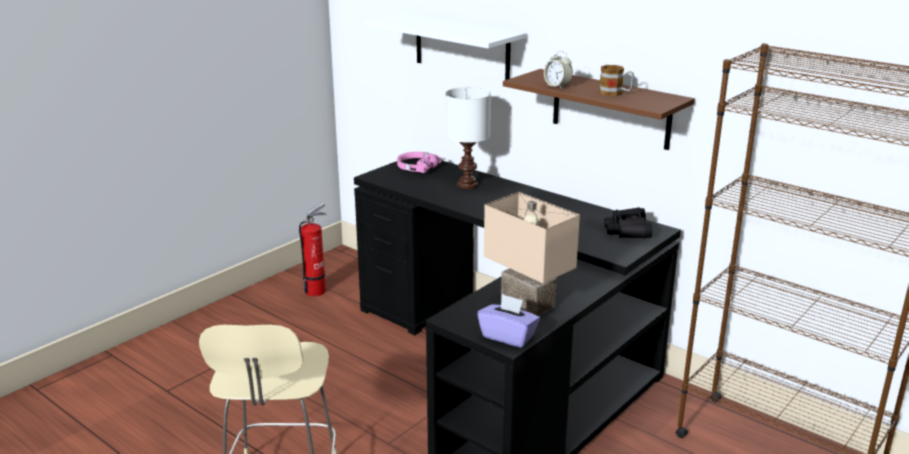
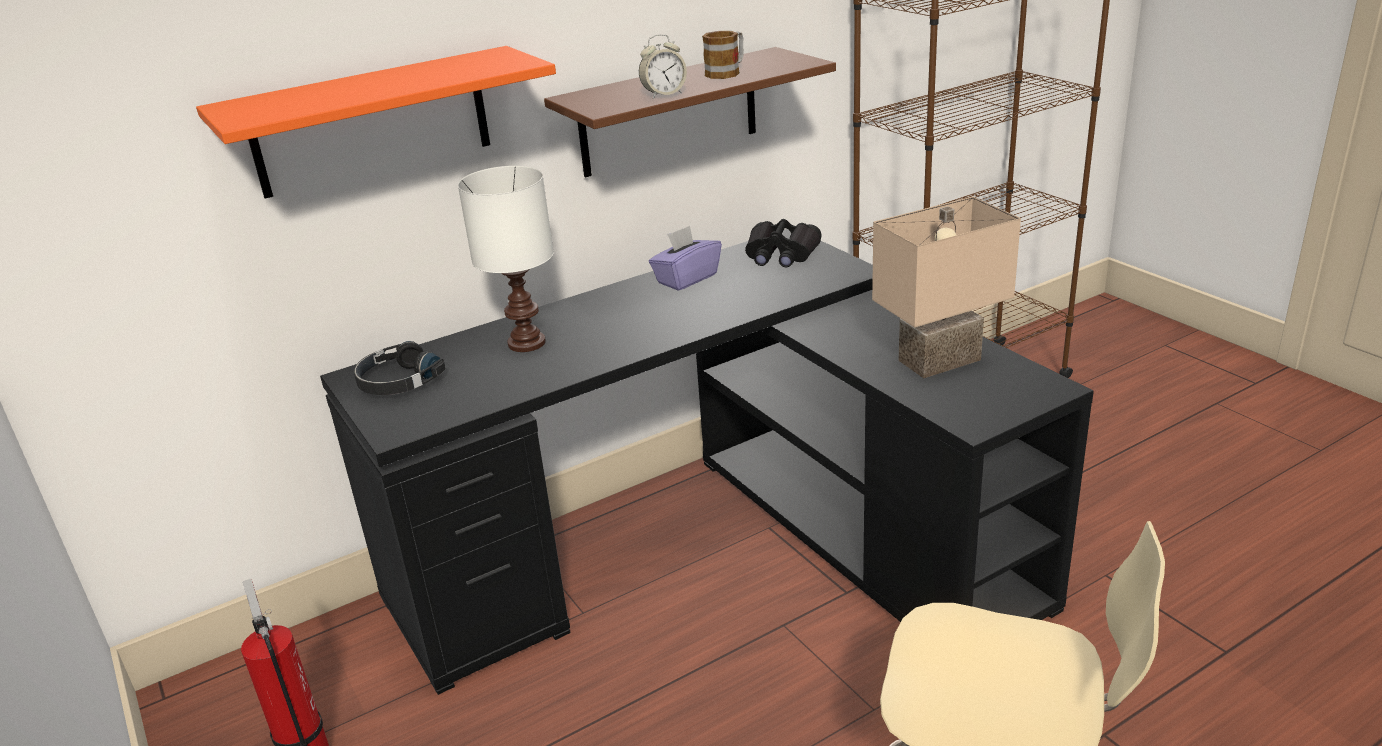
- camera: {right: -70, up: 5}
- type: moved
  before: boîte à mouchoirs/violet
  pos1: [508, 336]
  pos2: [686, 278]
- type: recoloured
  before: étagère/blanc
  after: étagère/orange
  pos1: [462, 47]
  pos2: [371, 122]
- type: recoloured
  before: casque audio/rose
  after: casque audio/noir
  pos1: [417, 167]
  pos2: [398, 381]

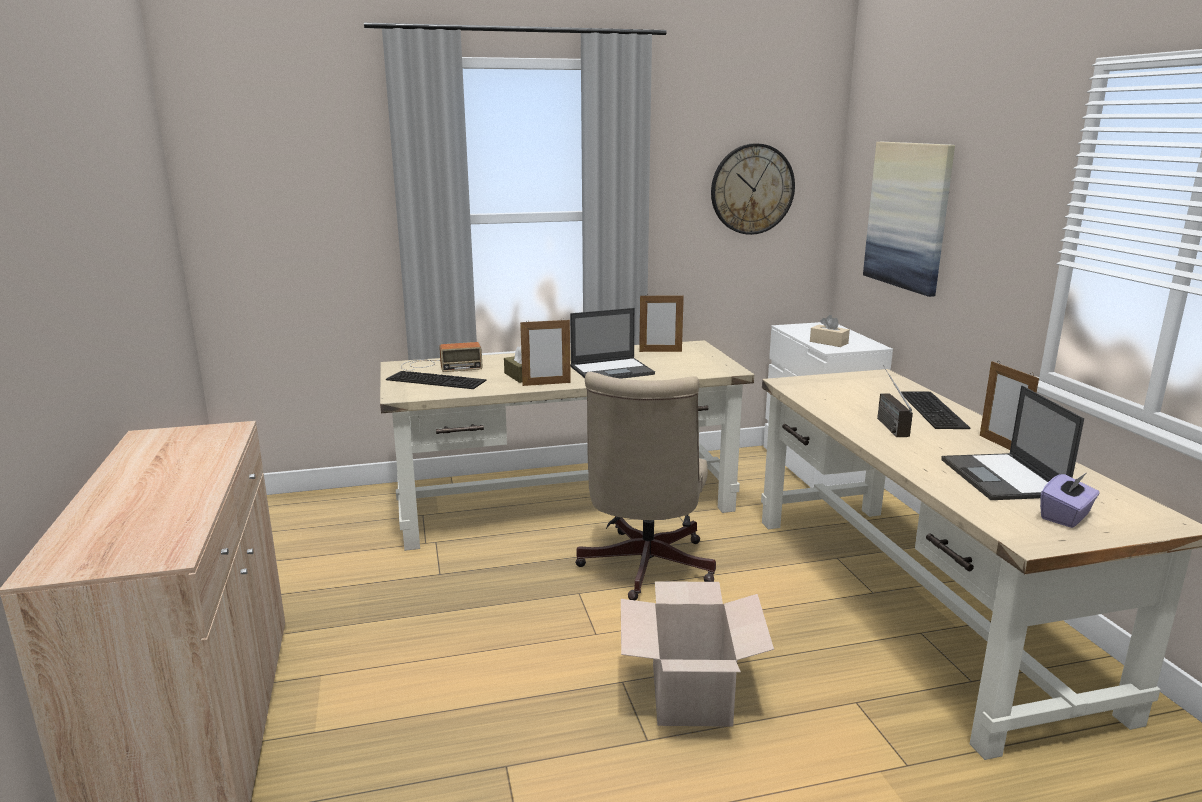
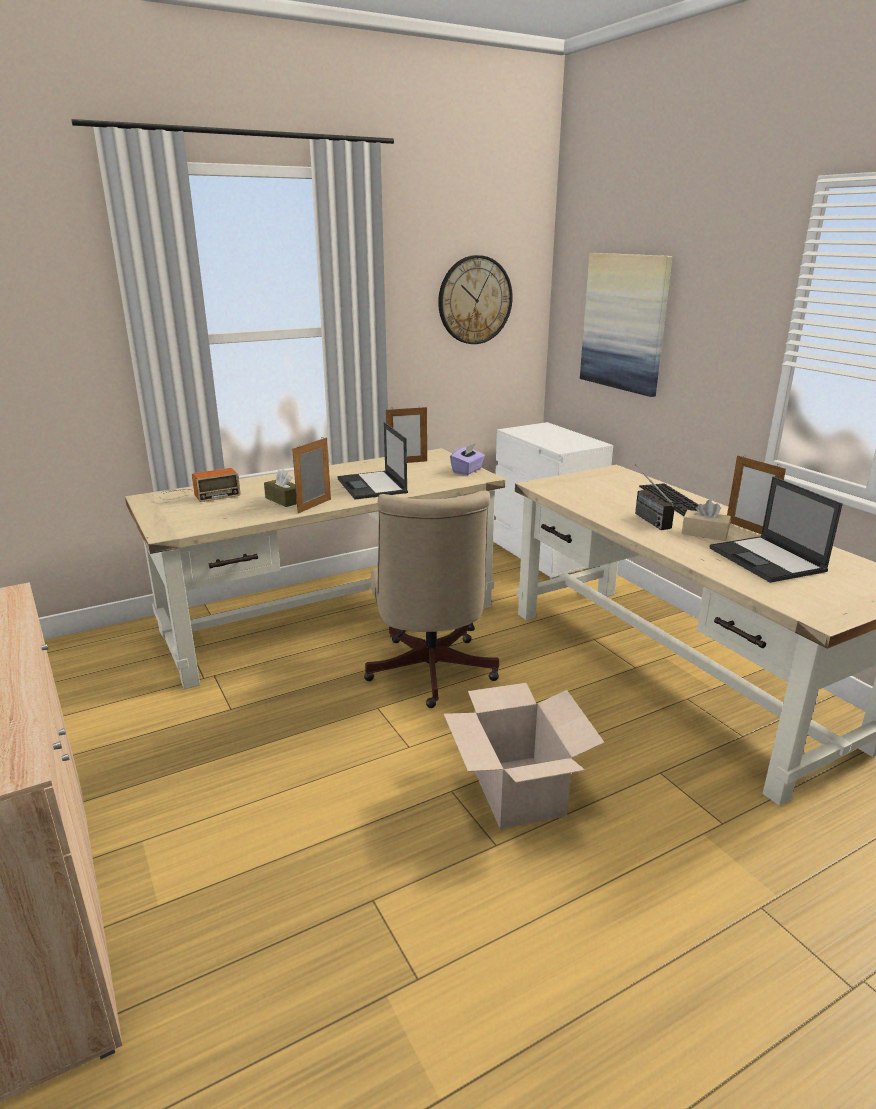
- camera: {right: -15, up: 5}
- type: removed
  before: clavier
  pos1: [437, 380]
- type: moved
  before: boîte à mouchoirs/beige
  pos1: [828, 342]
  pos2: [704, 533]
- type: moved
  before: boîte à mouchoirs/violet
  pos1: [1066, 516]
  pos2: [467, 470]
- type: turned
  before: cadre photo
  pos1: [546, 384]
  pos2: [314, 506]
  turn: 150
- type: turned
  before: ordinateur portable
  pos1: [613, 370]
  pos2: [372, 486]
  turn: 105

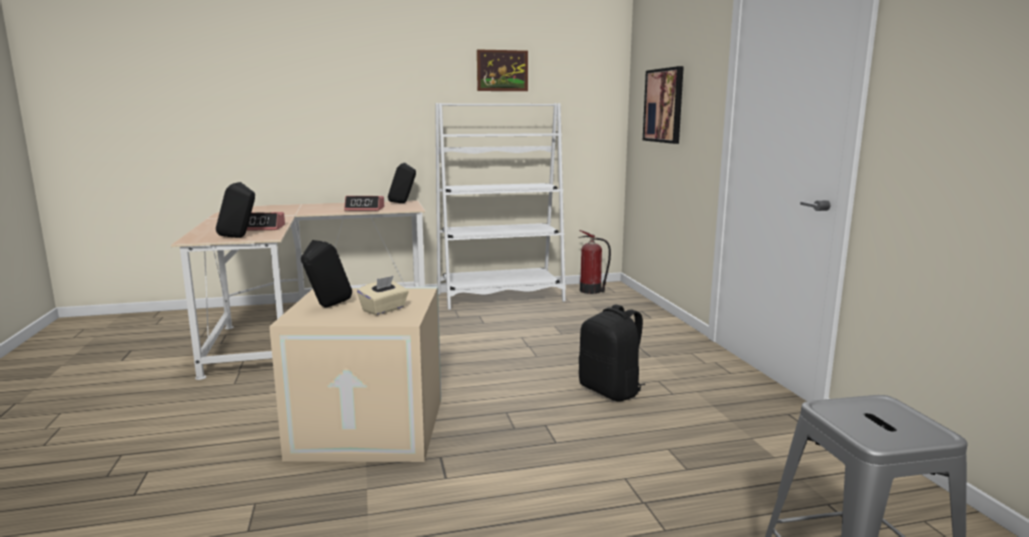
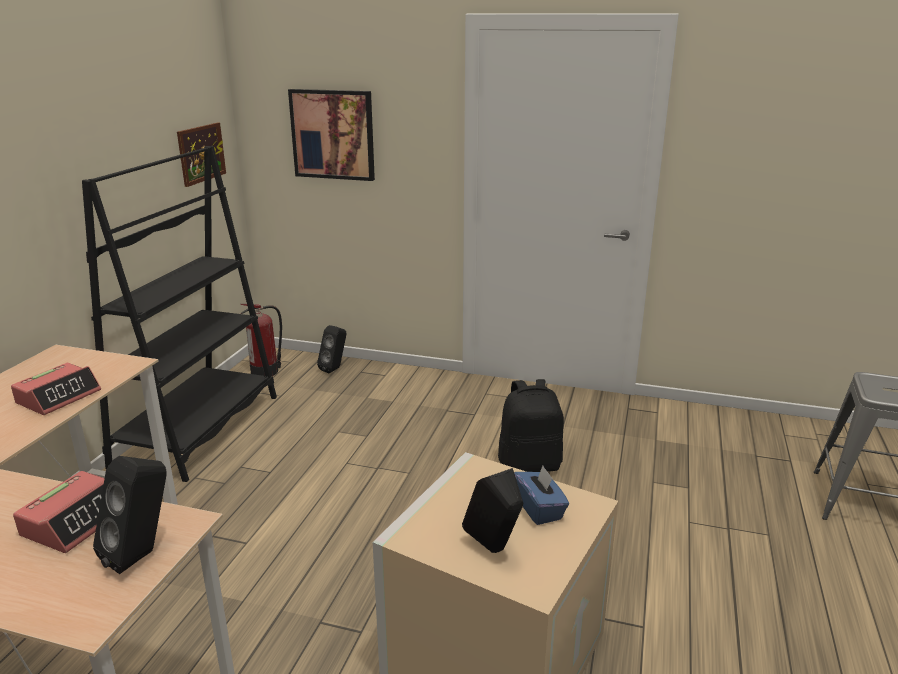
- camera: {right: -60, up: 10}
- type: moved
  before: enceinte/noir
  pos1: [403, 203]
  pos2: [335, 369]
- type: moved
  before: tableau
  pos1: [502, 70]
  pos2: [201, 153]
- type: recoloured
  before: boîte à mouchoirs/beige
  after: boîte à mouchoirs/bleu
  pos1: [384, 309]
  pos2: [539, 509]
- type: recoloured
  before: bibliothèque/blanc
  after: bibliothèque/noir
  pos1: [500, 297]
  pos2: [199, 430]

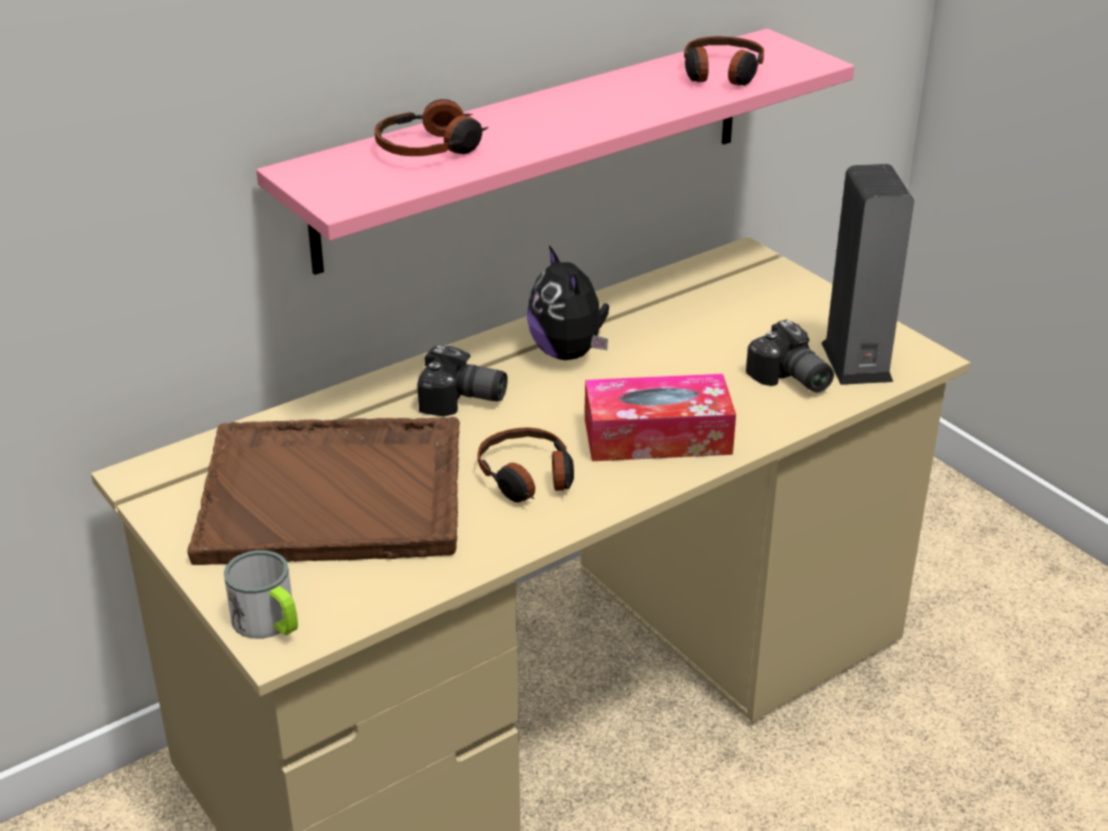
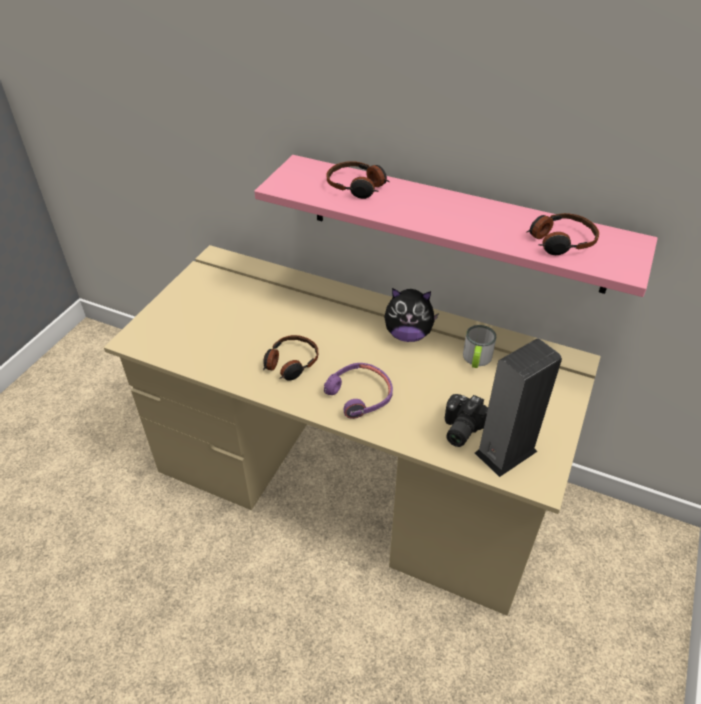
- camera: {right: 60, up: 10}
- type: removed
  before: plateau/marron
  pos1: [335, 495]
- type: removed
  before: appareil photo
  pos1: [462, 401]
- type: moved
  before: mug
  pos1: [270, 623]
  pos2: [476, 359]
- type: replaced
  before: boîte à mouchoirs
  after: casque audio/violet
  pos1: [657, 436]
  pos2: [359, 395]
- type: turned
  before: peluche
  pos1: [569, 353]
  pos2: [408, 335]
  turn: -120

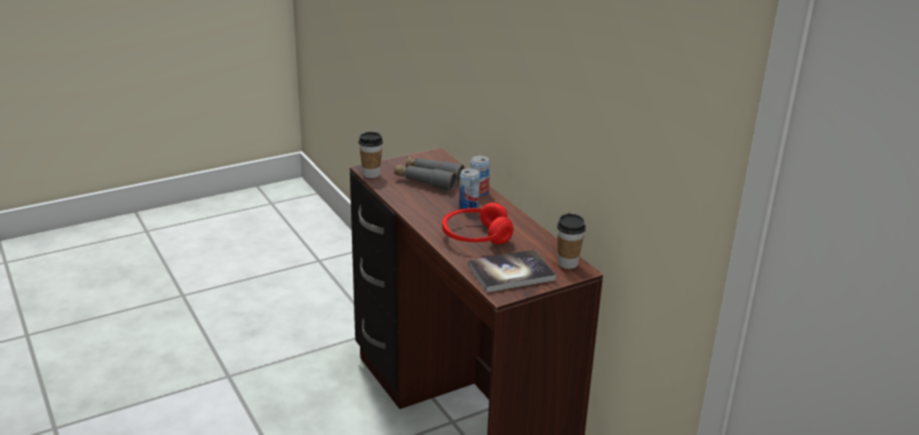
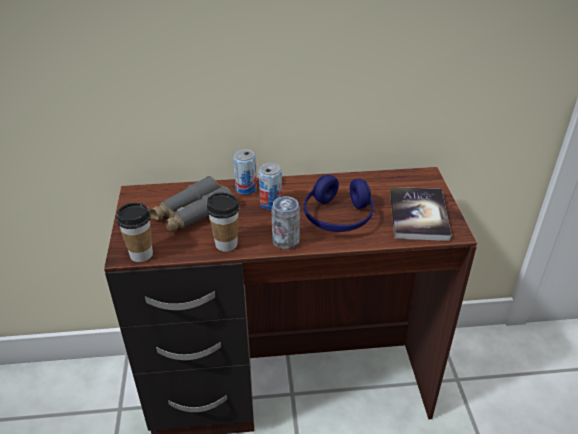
- camera: {right: -65, up: 10}
- type: added
  after: boîte métallique
  pos2: [286, 241]
- type: moved
  before: tasse
  pos1: [567, 263]
  pos2: [226, 244]
- type: recoloured
  before: casque audio/rouge
  after: casque audio/bleu
  pos1: [476, 236]
  pos2: [338, 217]

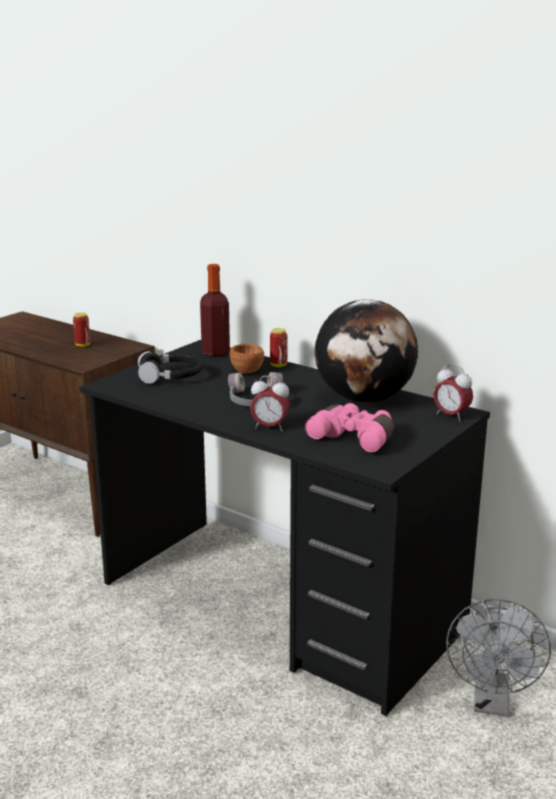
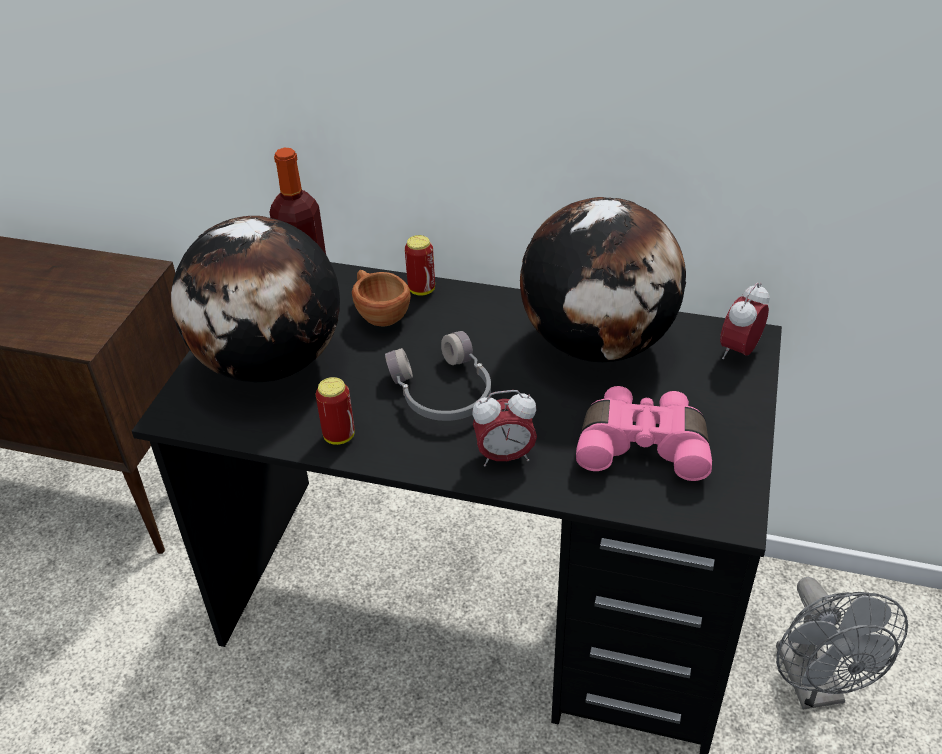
- camera: {right: -20, up: 20}
- type: moved
  before: boîte métallique
  pos1: [82, 345]
  pos2: [339, 436]
- type: replaced
  before: casque audio/noir
  after: globe
  pos1: [170, 376]
  pos2: [271, 363]
- type: turned
  before: réveil
  pos1: [451, 416]
  pos2: [739, 351]
  turn: 105

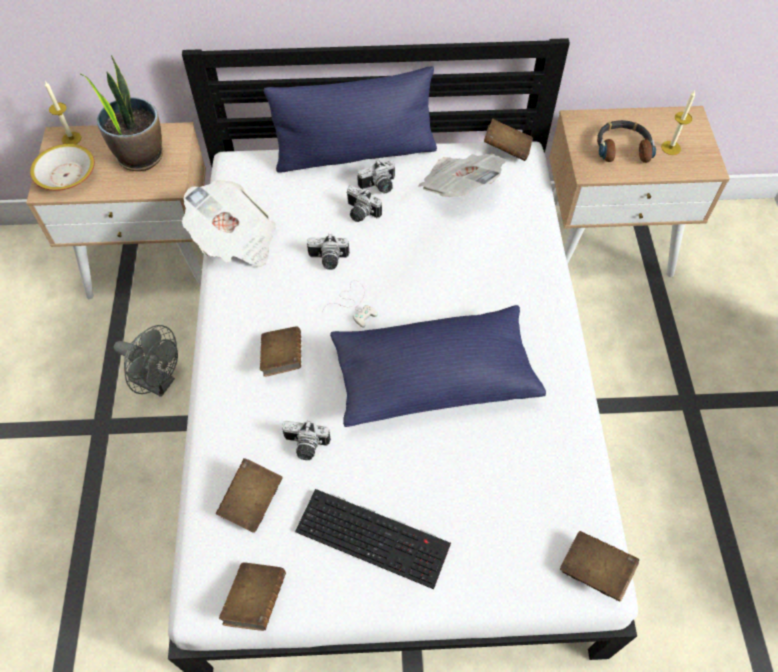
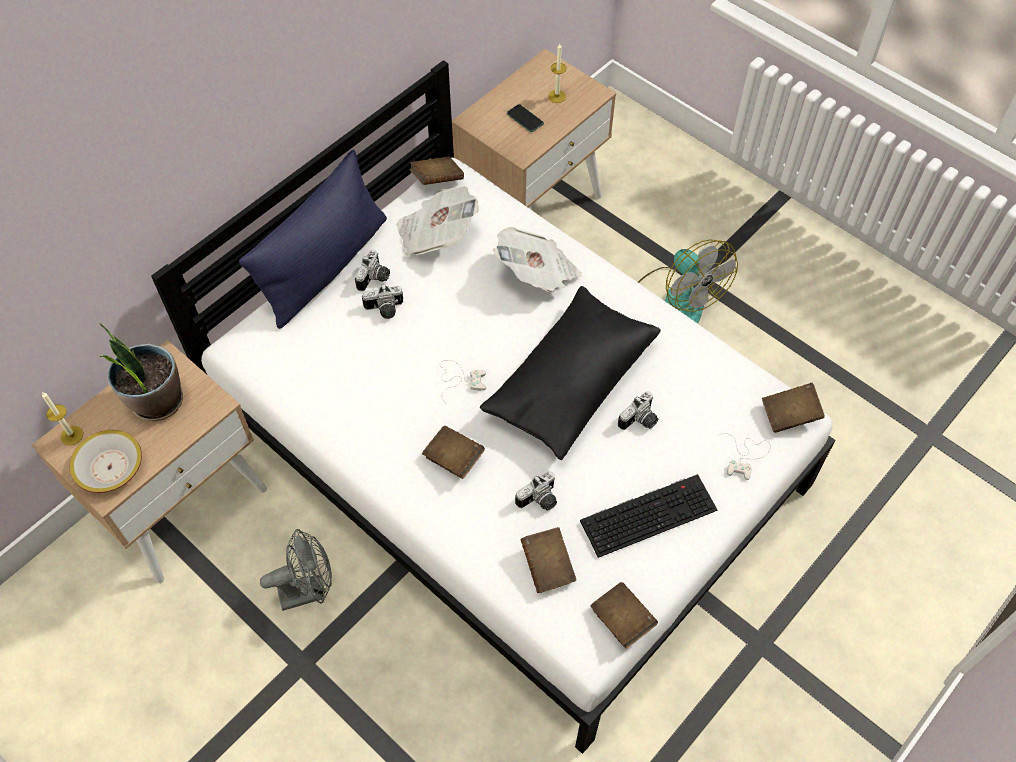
- camera: {right: -45, up: 0}
- type: added
  after: ventilateur
  pos2: [675, 299]
- type: added
  after: manette/blanc
  pos2: [745, 455]
- type: moved
  before: journal
  pos1: [235, 240]
  pos2: [537, 274]
- type: moved
  before: appareil photo
  pos1: [328, 260]
  pos2: [640, 421]
- type: replaced
  before: casque audio
  after: téléphone
  pos1: [622, 147]
  pos2: [525, 119]
- type: recoloured
  before: coussin/bleu
  after: coussin/noir
  pos1: [434, 378]
  pos2: [570, 383]

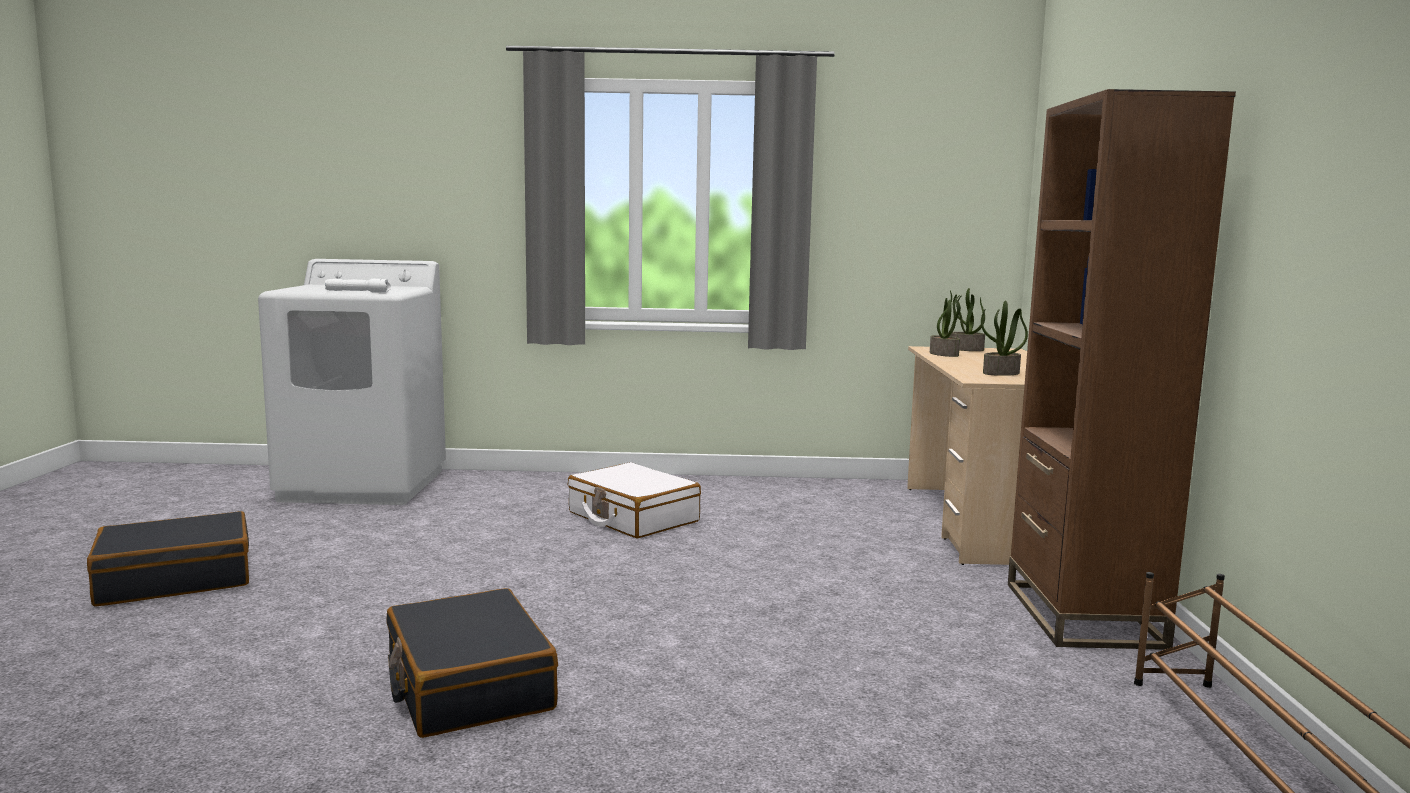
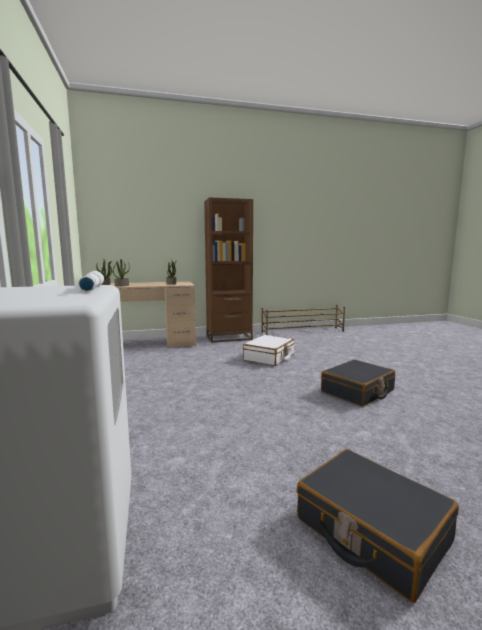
- camera: {right: -105, up: 0}
- type: moved
  before: valise/blanc
  pos1: [632, 517]
  pos2: [269, 357]

